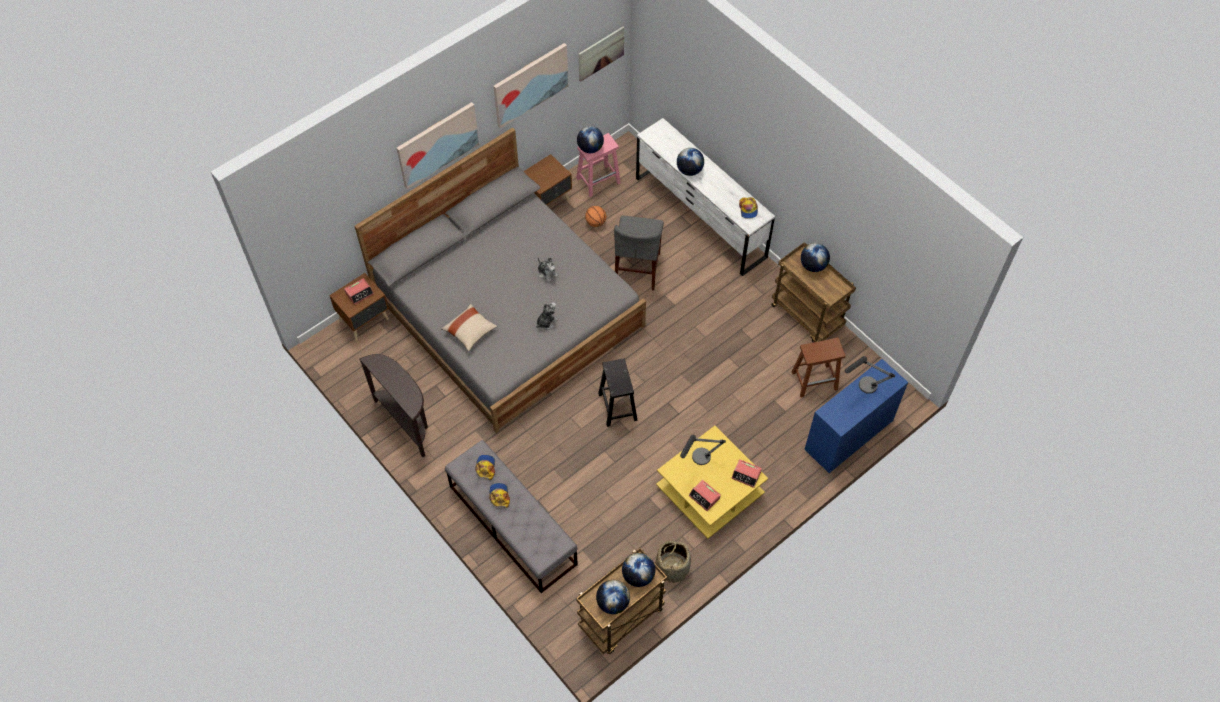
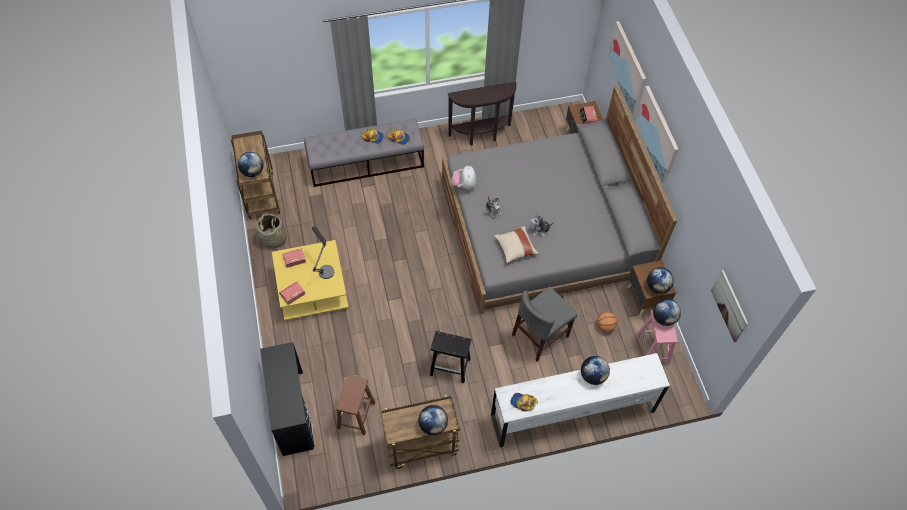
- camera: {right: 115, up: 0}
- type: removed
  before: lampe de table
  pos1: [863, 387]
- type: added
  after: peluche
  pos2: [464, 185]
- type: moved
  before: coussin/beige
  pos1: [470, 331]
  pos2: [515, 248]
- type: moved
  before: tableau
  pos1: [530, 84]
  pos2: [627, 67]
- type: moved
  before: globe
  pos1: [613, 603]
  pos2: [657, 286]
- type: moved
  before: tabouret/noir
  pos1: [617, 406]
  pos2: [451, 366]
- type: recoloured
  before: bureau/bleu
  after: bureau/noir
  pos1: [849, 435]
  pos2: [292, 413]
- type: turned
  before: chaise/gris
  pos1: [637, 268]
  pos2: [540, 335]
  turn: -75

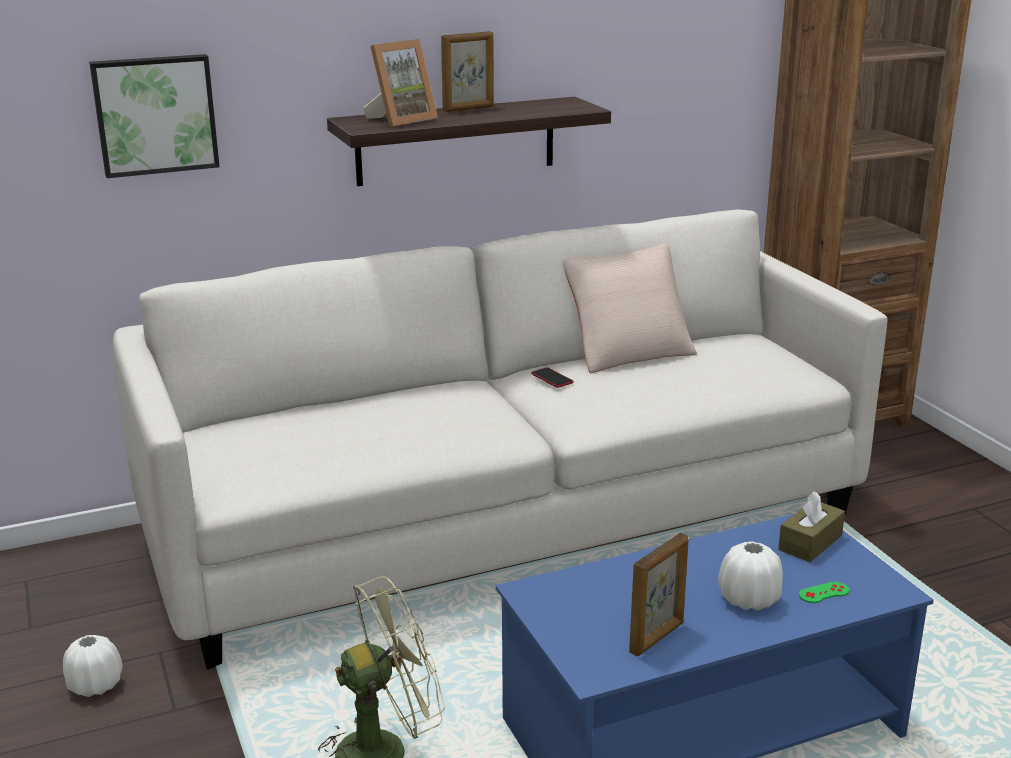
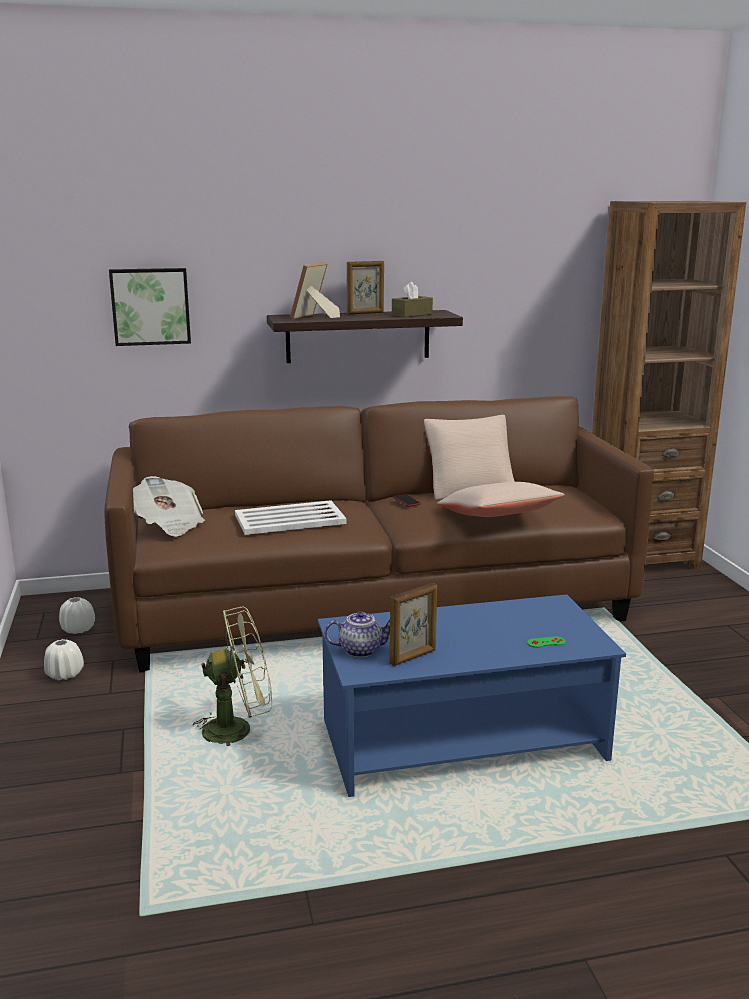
- camera: {right: 10, up: -5}
- type: added
  after: journal
  pos2: [169, 524]
- type: added
  after: plateau/blanc
  pos2: [291, 519]
- type: added
  after: théière
  pos2: [361, 650]
- type: added
  after: coussin/beige
  pos2: [498, 517]
- type: moved
  before: vase/blanc
  pos1: [749, 599]
  pos2: [78, 629]
- type: moved
  before: boîte à mouchoirs/marron
  pos1: [810, 542]
  pos2: [412, 314]
- type: recoloured
  before: canapé/blanc
  after: canapé/marron
  pos1: [506, 521]
  pos2: [374, 605]
- type: turned
  before: cadre photo
  pos1: [401, 120]
  pos2: [314, 317]
  turn: 150

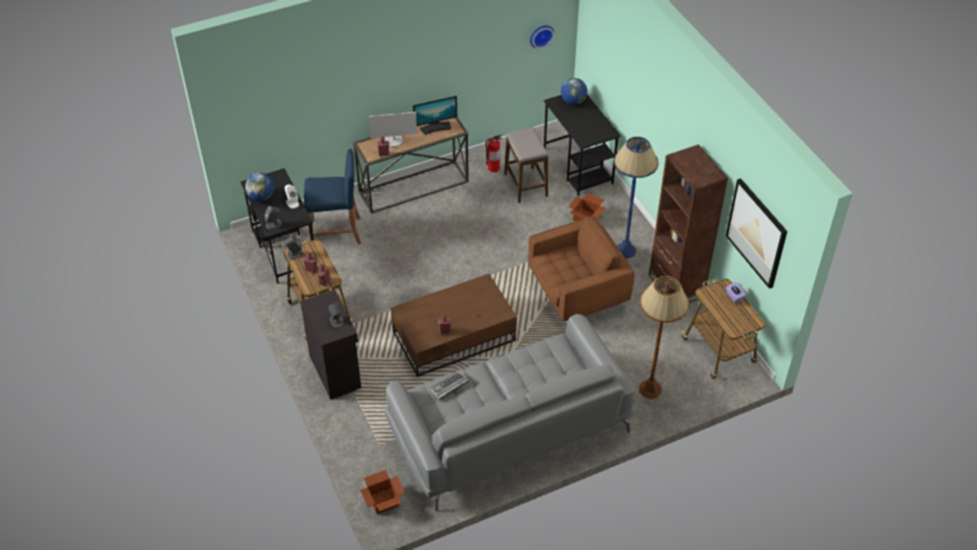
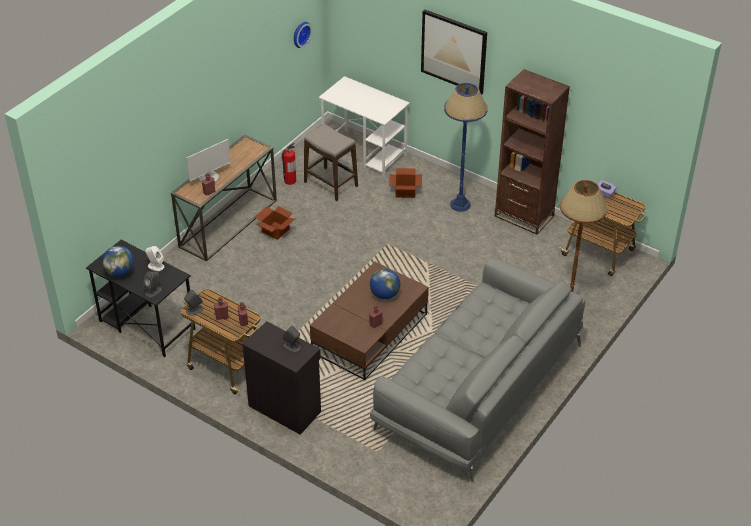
- camera: {right: -30, up: -5}
- type: removed
  before: tabouret/bleu
  pos1: [336, 232]
- type: removed
  before: écran d'ordinateur
  pos1: [435, 127]
- type: removed
  before: clavier
  pos1: [448, 387]
- type: removed
  before: fauteuil/marron
  pos1: [576, 292]
- type: moved
  before: carton
  pos1: [384, 500]
  pos2: [275, 230]
- type: moved
  before: globe
  pos1: [573, 101]
  pos2: [385, 295]
- type: moved
  before: tableau
  pos1: [756, 233]
  pos2: [454, 51]
- type: recoloured
  before: bureau/noir
  after: bureau/blanc
  pos1: [578, 167]
  pos2: [365, 152]

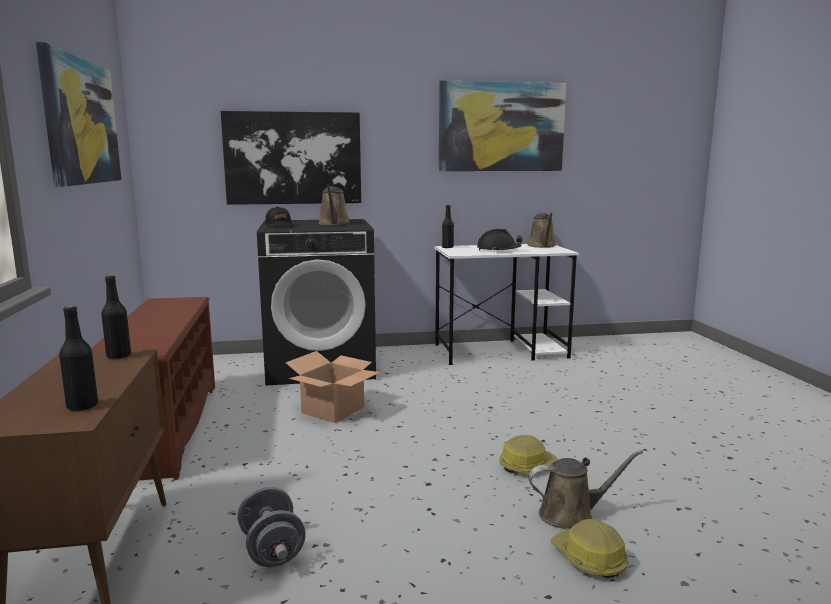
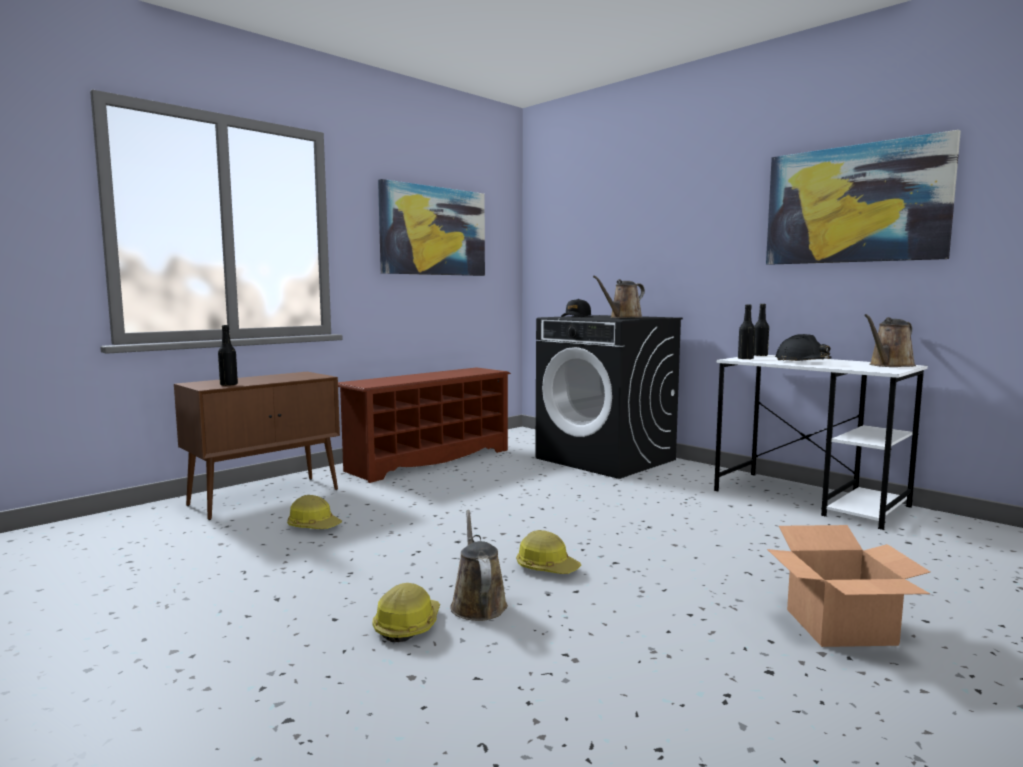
- camera: {right: 55, up: -5}
- type: removed
  before: tableau
  pos1: [293, 158]
- type: moved
  before: bouteille/noir
  pos1: [119, 356]
  pos2: [745, 359]
- type: moved
  before: carton
  pos1: [333, 410]
  pos2: [841, 626]
- type: replaced
  before: haltère/gris
  after: casque de chantier
  pos1: [272, 550]
  pos2: [314, 526]
- type: turned
  before: arrosoir/marron
  pos1: [571, 515]
  pos2: [477, 603]
  turn: -150

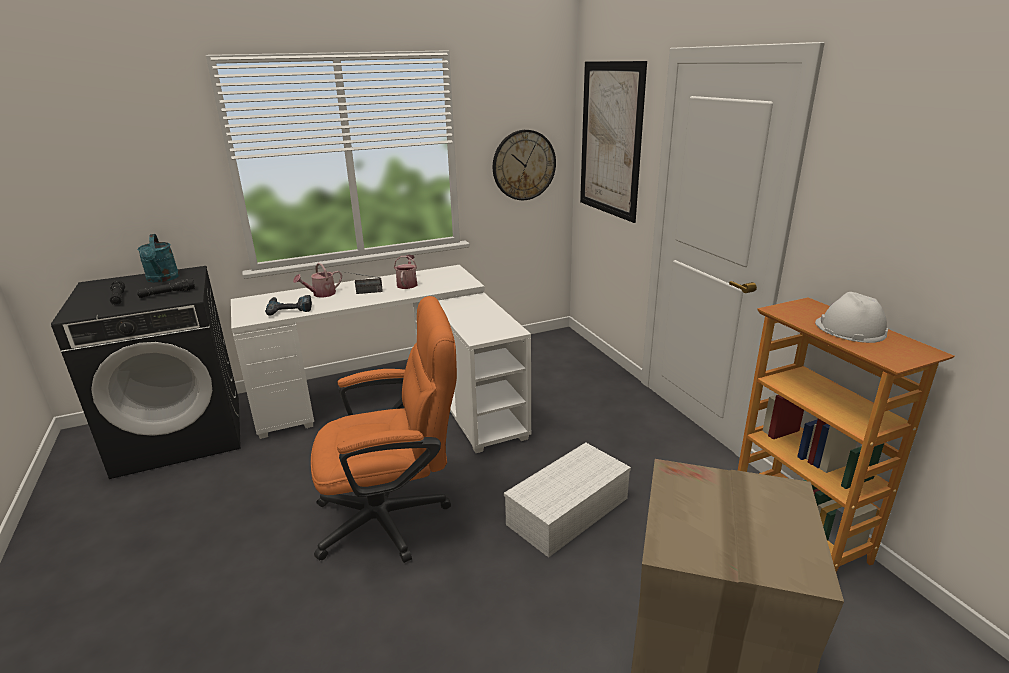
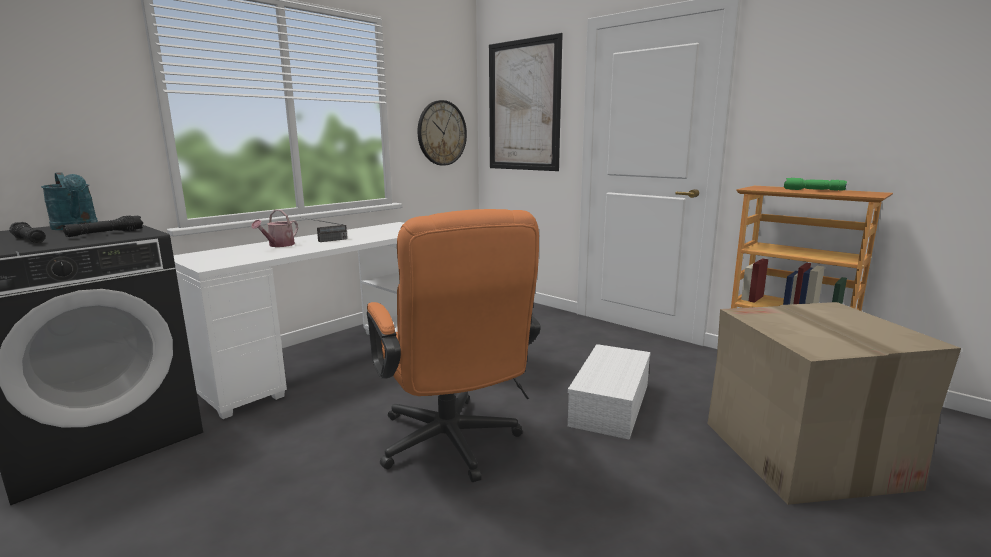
- camera: {right: -25, up: -10}
- type: removed
  before: perceuse
  pos1: [290, 308]
- type: removed
  before: arrosoir
  pos1: [407, 284]
- type: replaced
  before: casque de chantier/blanc
  after: lampe de poche/vert
  pos1: [850, 329]
  pos2: [812, 190]
- type: turned
  before: chaise de bureau/orange
  pos1: [395, 517]
  pos2: [452, 447]
  turn: 105

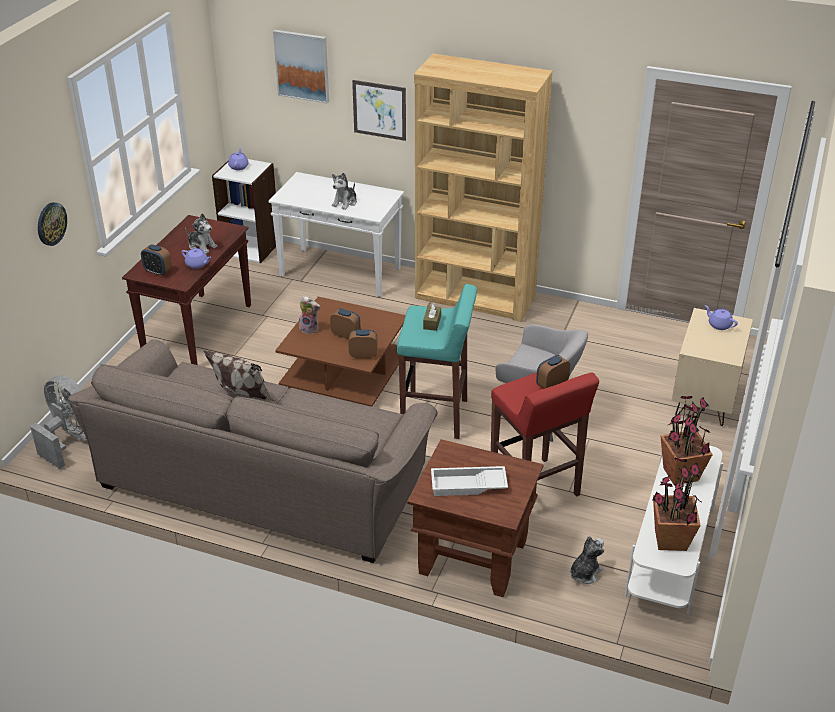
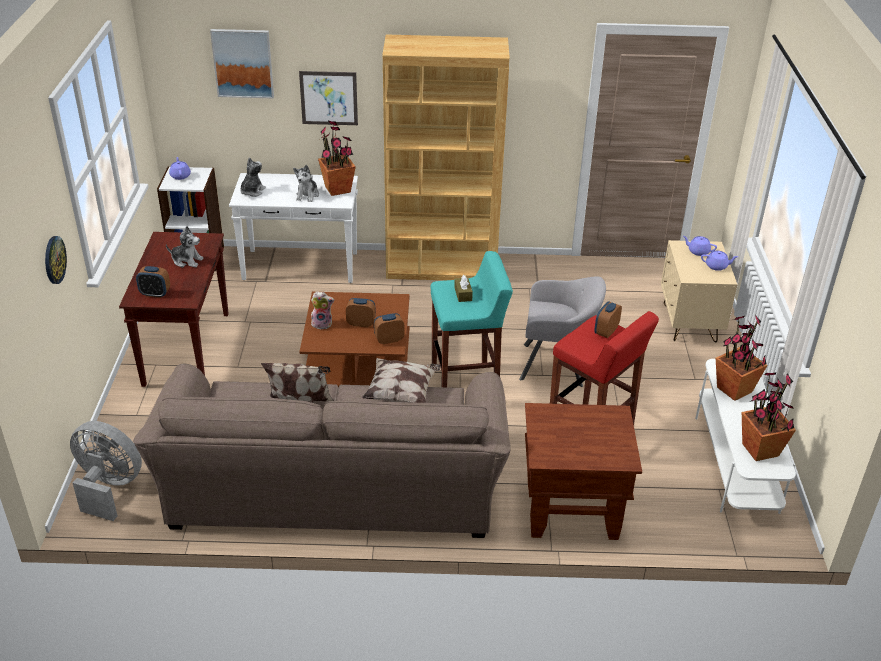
- camera: {right: -20, up: 0}
- type: removed
  before: plateau/blanc
  pos1: [468, 486]
- type: added
  after: plante en pot
  pos2: [338, 189]
- type: added
  after: coussin
  pos2: [402, 393]
- type: moved
  before: théière/violet
  pos1: [197, 264]
  pos2: [717, 266]
- type: moved
  before: peluche
  pos1: [584, 573]
  pos2: [252, 191]

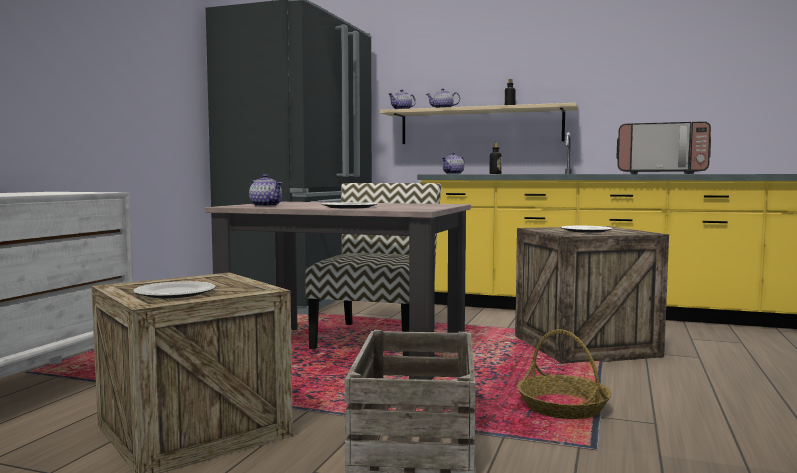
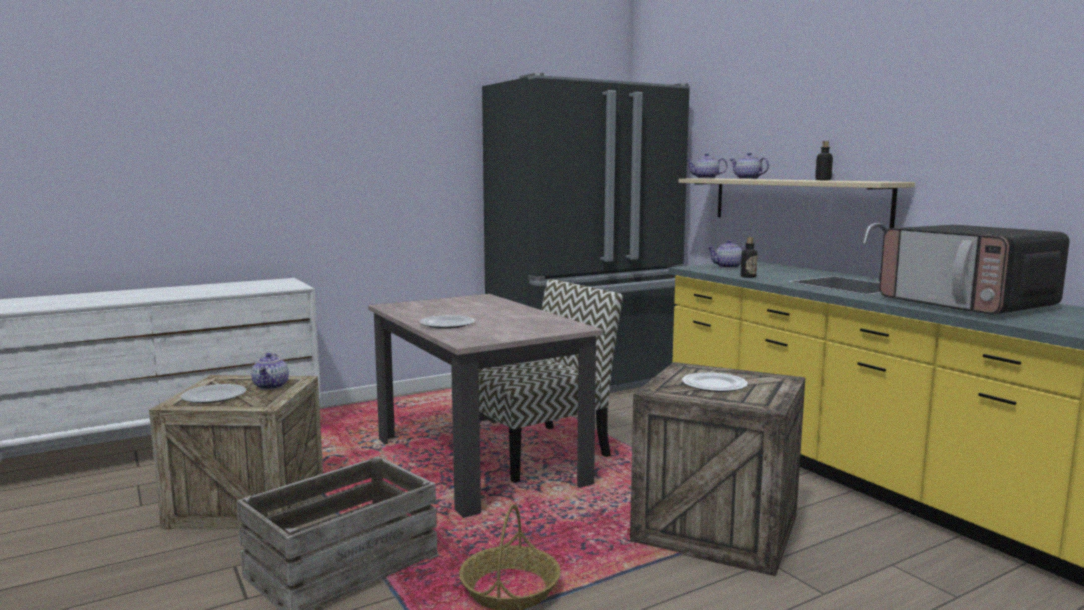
- camera: {right: 40, up: 5}
- type: moved
  before: théière
  pos1: [266, 206]
  pos2: [271, 386]

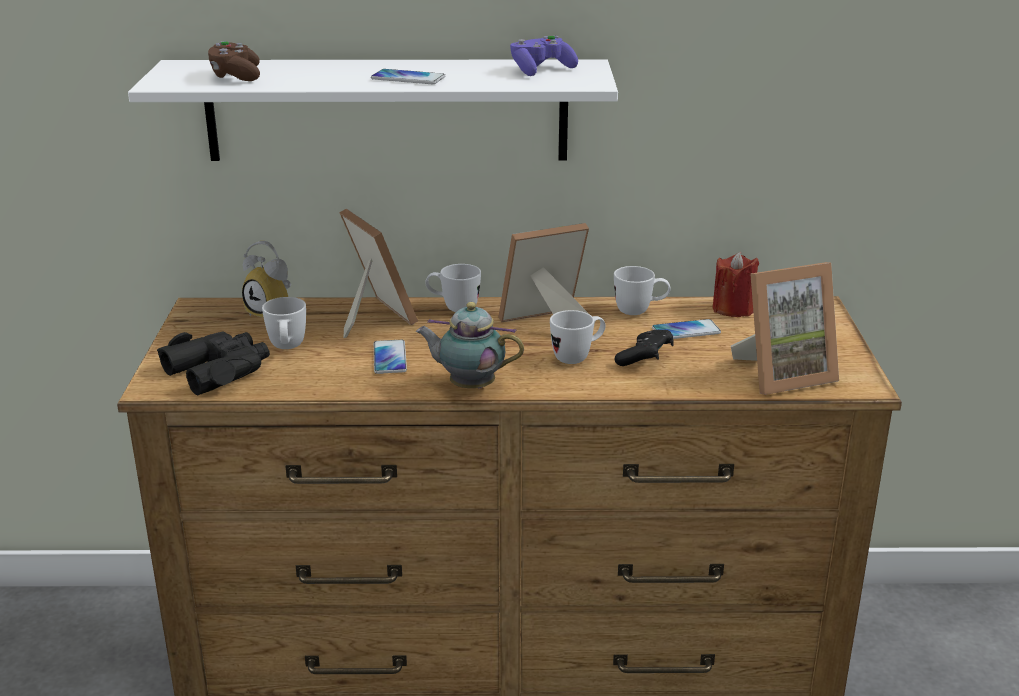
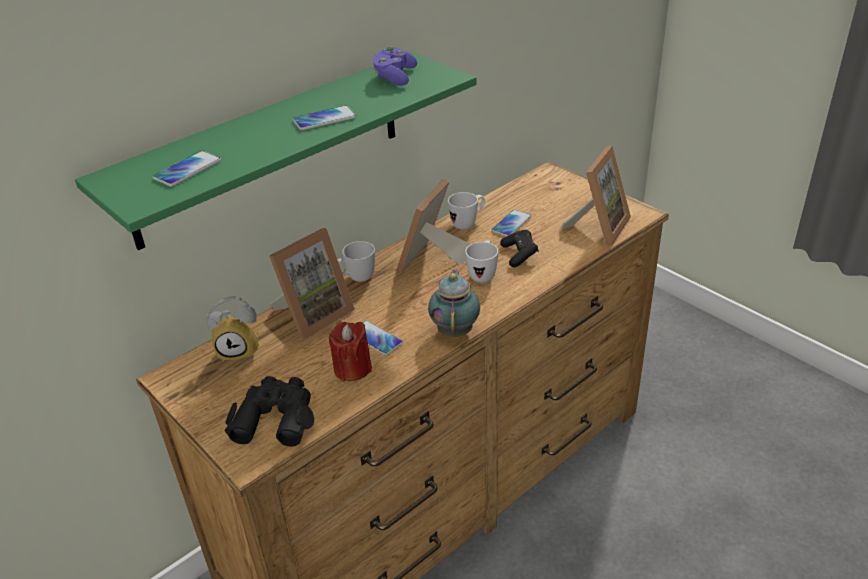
- camera: {right: -40, up: 10}
- type: removed
  before: mug/blanc
  pos1: [287, 348]
- type: moved
  before: bougie/rouge
  pos1: [733, 309]
  pos2: [352, 368]
- type: replaced
  before: manette/marron
  after: téléphone
  pos1: [236, 76]
  pos2: [187, 170]
- type: recoloured
  before: étagère/blanc
  after: étagère/vert
  pos1: [387, 110]
  pos2: [270, 148]
- type: turned
  before: cadre photo
  pos1: [372, 317]
  pos2: [313, 314]
  turn: 120
- type: turned
  before: théière
  pos1: [469, 386]
  pos2: [455, 330]
  turn: 120

